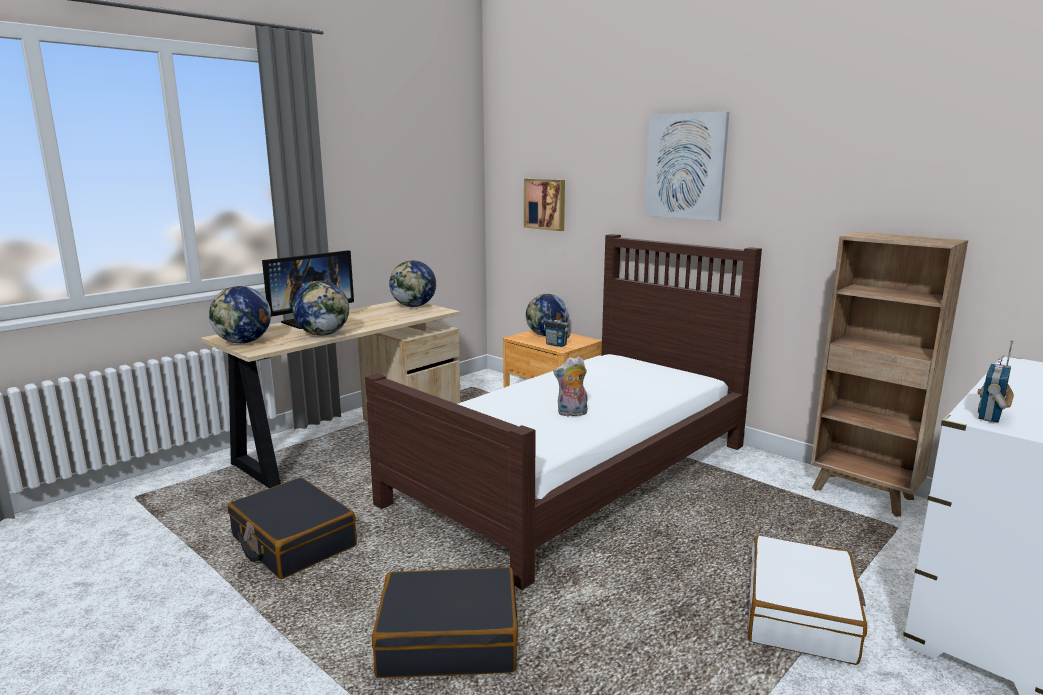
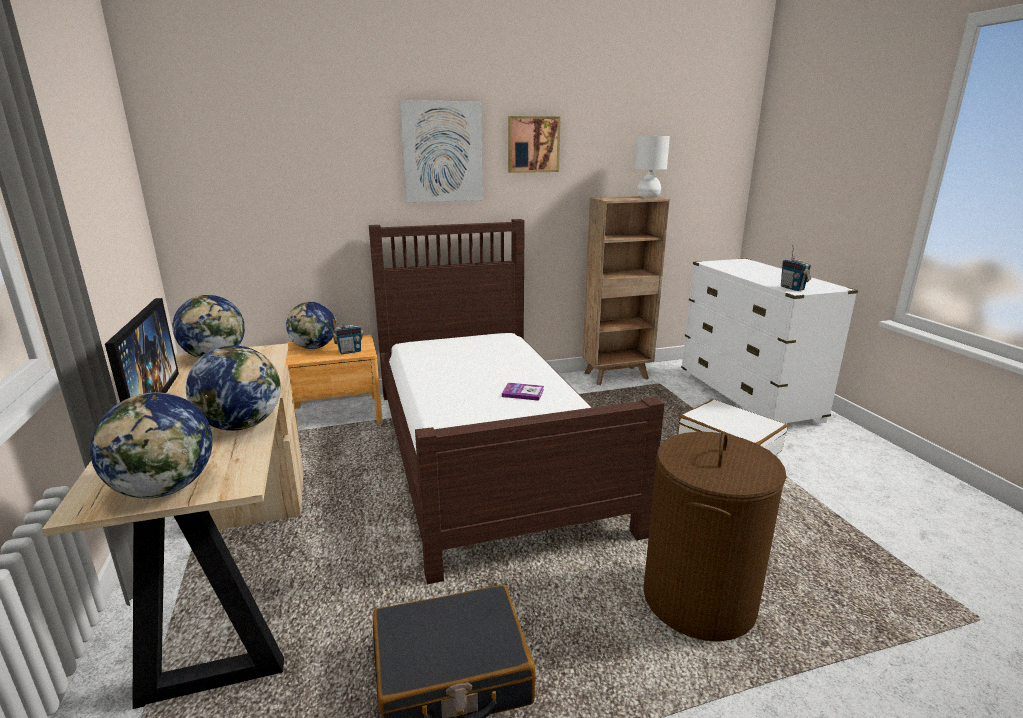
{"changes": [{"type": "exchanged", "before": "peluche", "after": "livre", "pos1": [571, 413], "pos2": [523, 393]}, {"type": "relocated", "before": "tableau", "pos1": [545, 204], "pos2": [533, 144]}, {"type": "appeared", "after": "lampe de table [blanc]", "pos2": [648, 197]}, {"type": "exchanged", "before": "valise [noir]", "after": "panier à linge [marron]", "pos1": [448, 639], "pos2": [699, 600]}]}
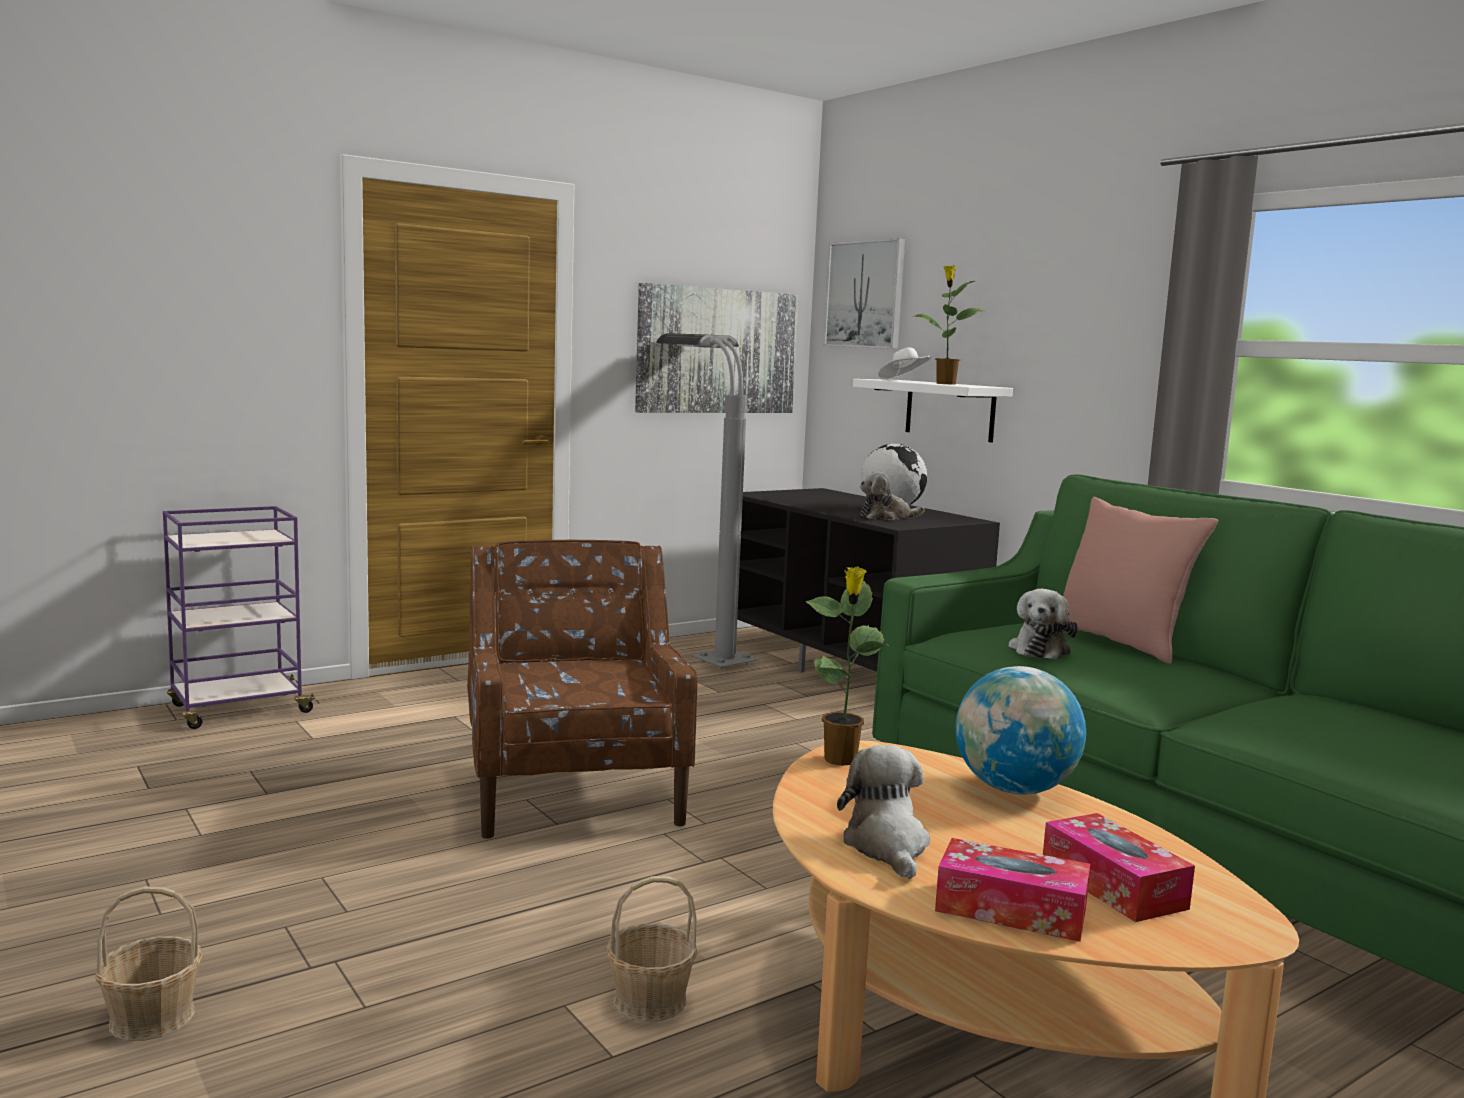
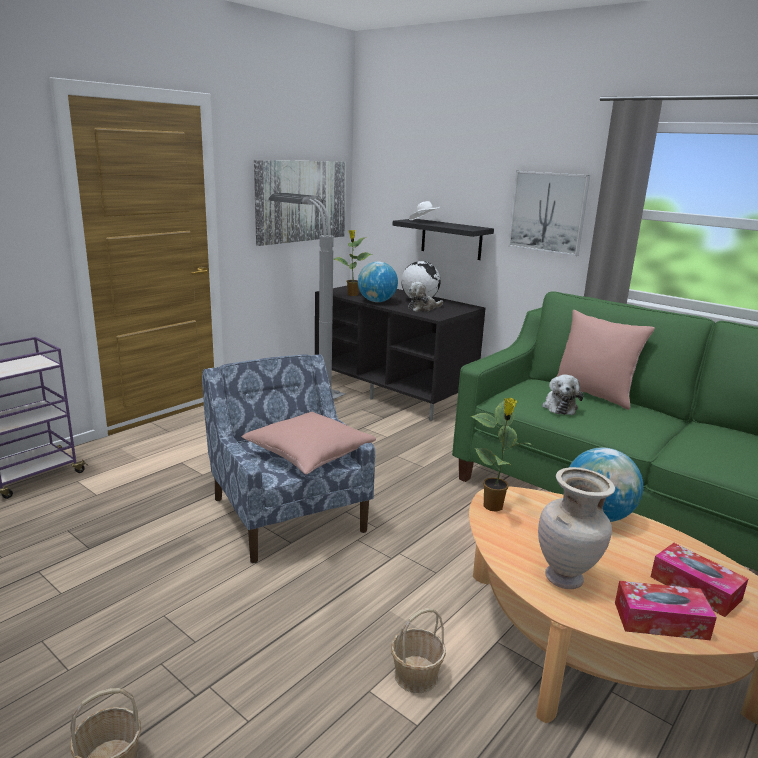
{"changes": [{"type": "colour", "before": "fauteuil [marron]", "after": "fauteuil [bleu]", "pos1": [574, 790], "pos2": [287, 513]}, {"type": "appeared", "after": "coussin [rose]", "pos2": [309, 454]}, {"type": "relocated", "before": "plante en pot", "pos1": [945, 384], "pos2": [352, 295]}, {"type": "appeared", "after": "globe", "pos2": [376, 301]}, {"type": "colour", "before": "étagère [blanc]", "after": "étagère [noir]", "pos1": [950, 410], "pos2": [451, 239]}, {"type": "relocated", "before": "tableau", "pos1": [865, 294], "pos2": [548, 212]}, {"type": "exchanged", "before": "peluche", "after": "vase [beige]", "pos1": [887, 847], "pos2": [565, 579]}]}
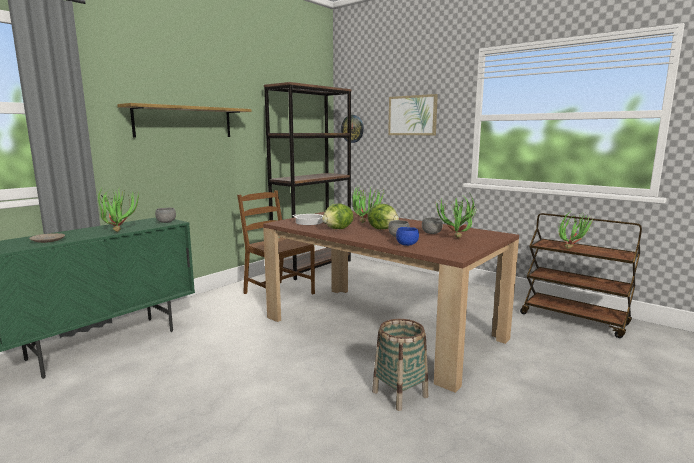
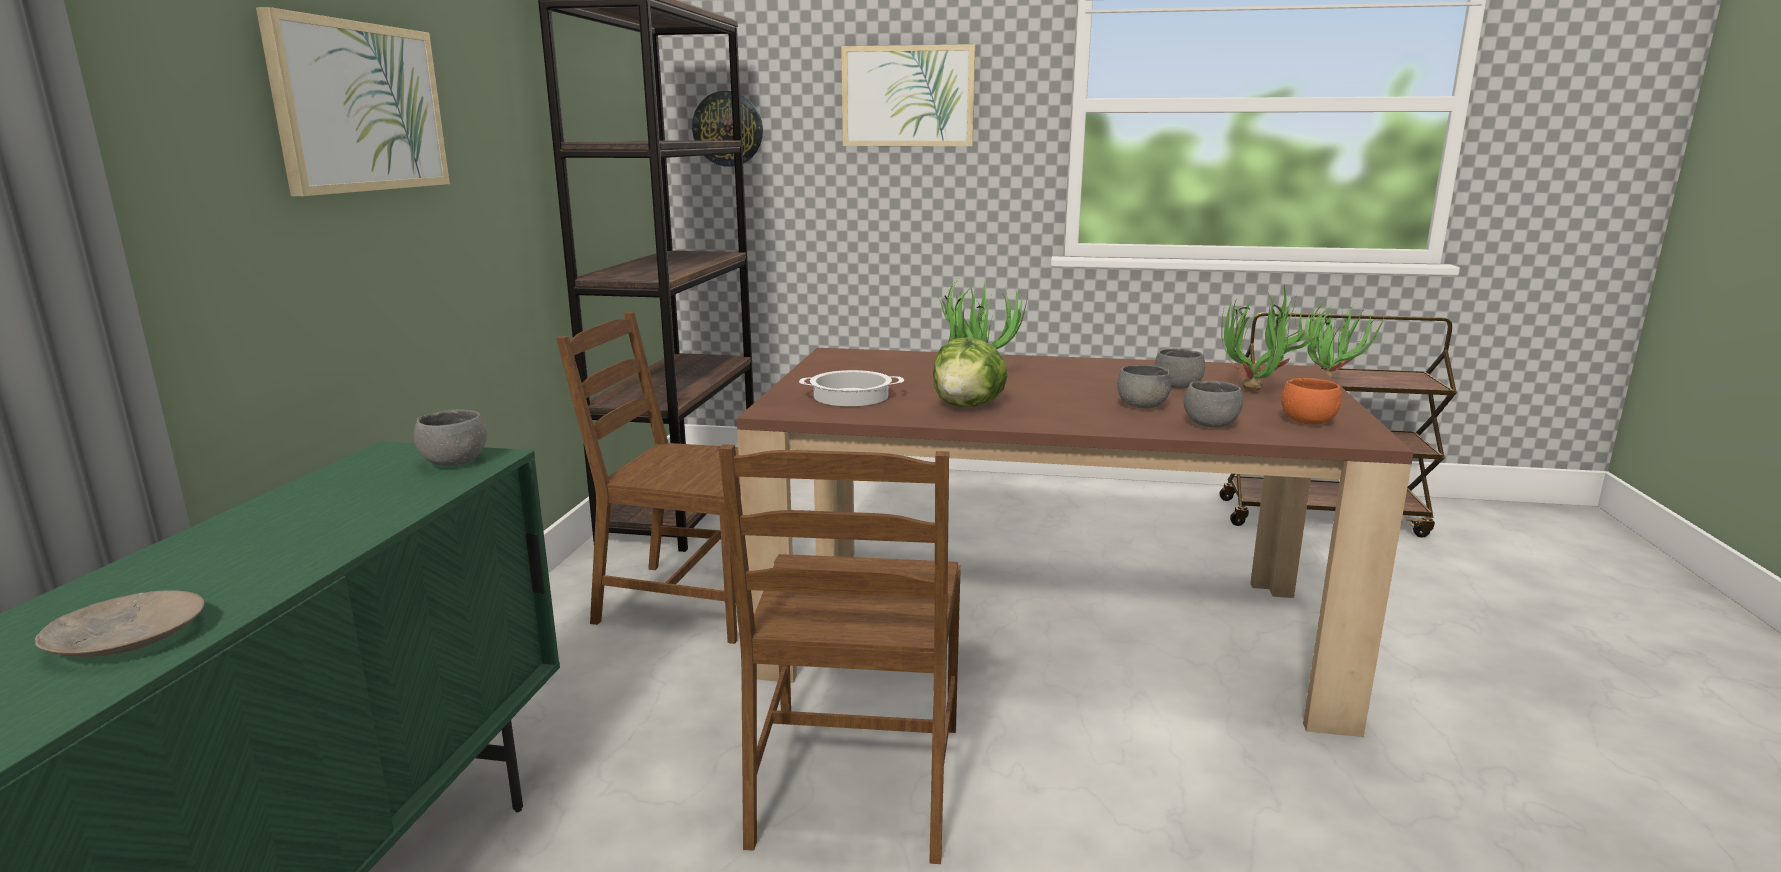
{"changes": [{"type": "exchanged", "before": "étagère", "after": "tableau", "pos1": [184, 122], "pos2": [359, 107]}, {"type": "appeared", "after": "chaise [marron]", "pos2": [857, 784]}, {"type": "colour", "before": "bol [bleu]", "after": "bol [gris]", "pos1": [407, 244], "pos2": [1210, 425]}, {"type": "appeared", "after": "bol [orange]", "pos2": [1307, 422]}, {"type": "missing", "before": "plante en pot", "pos1": [118, 230]}, {"type": "missing", "before": "laitue", "pos1": [383, 229]}, {"type": "missing", "before": "panier", "pos1": [399, 394]}]}
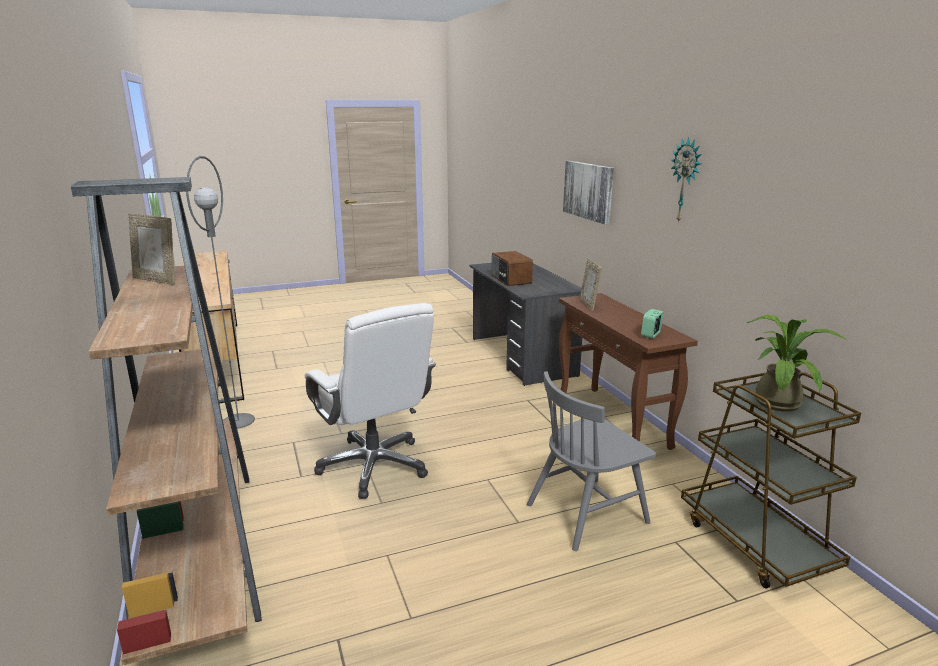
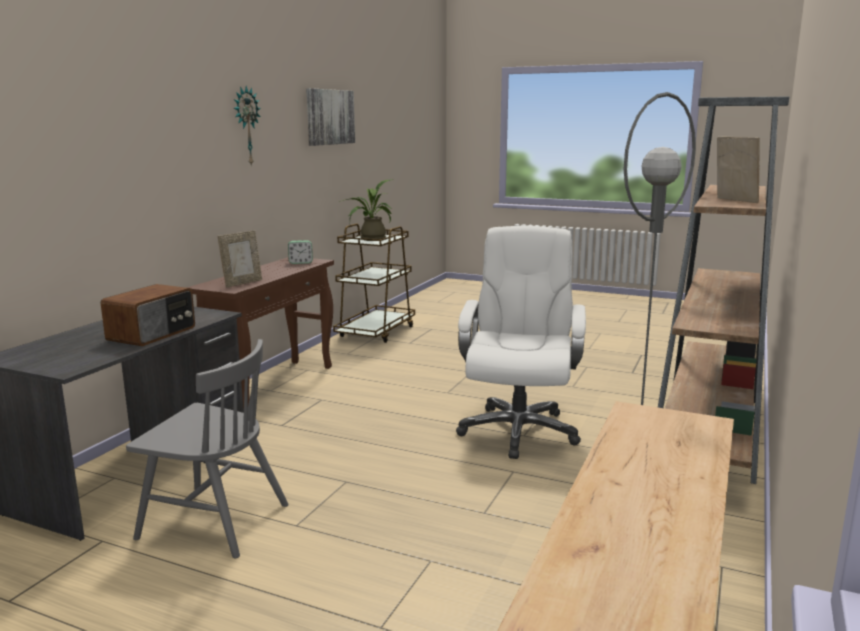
{"changes": [{"type": "relocated", "before": "chaise [gris]", "pos1": [587, 513], "pos2": [213, 521]}, {"type": "relocated", "before": "tableau", "pos1": [588, 191], "pos2": [329, 117]}]}
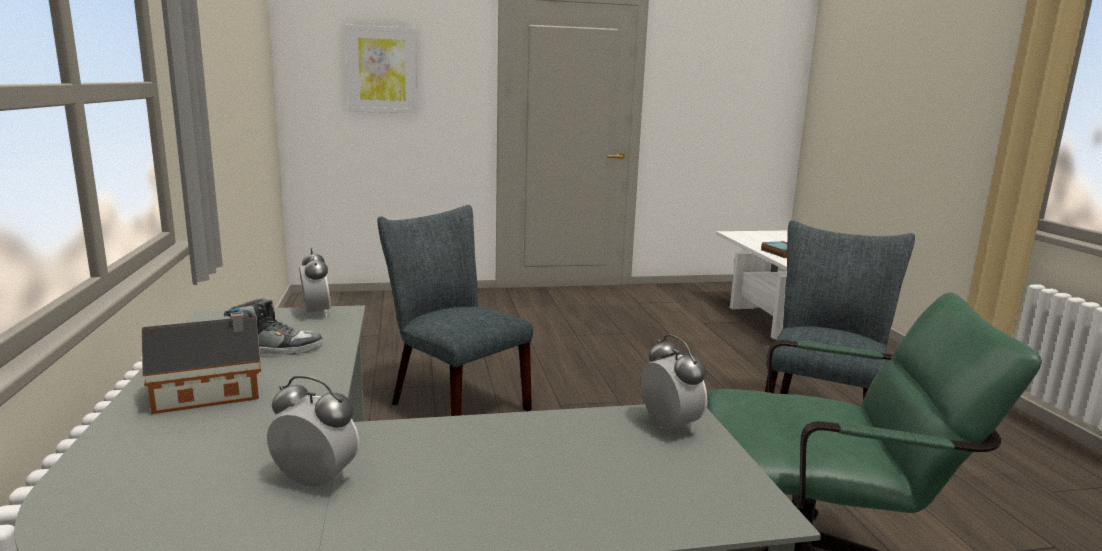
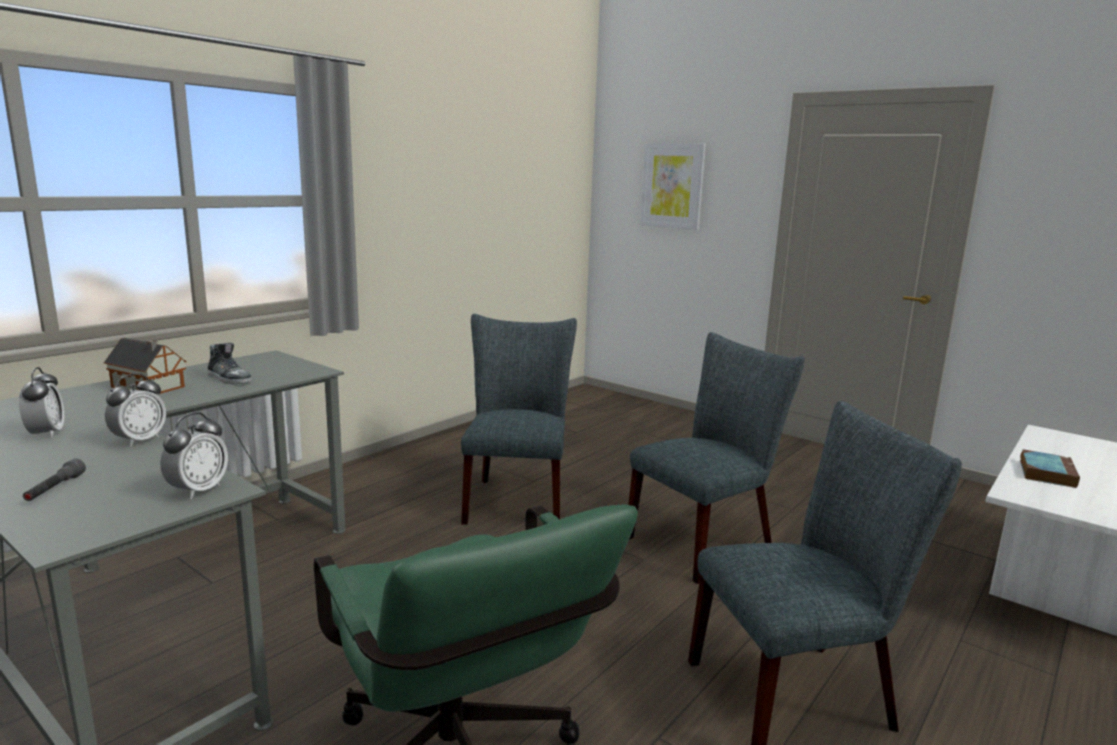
{"changes": [{"type": "appeared", "after": "lampe de poche [gris]", "pos2": [55, 489]}, {"type": "relocated", "before": "réveil", "pos1": [316, 313], "pos2": [139, 440]}, {"type": "appeared", "after": "chaise [gris]", "pos2": [706, 541]}]}
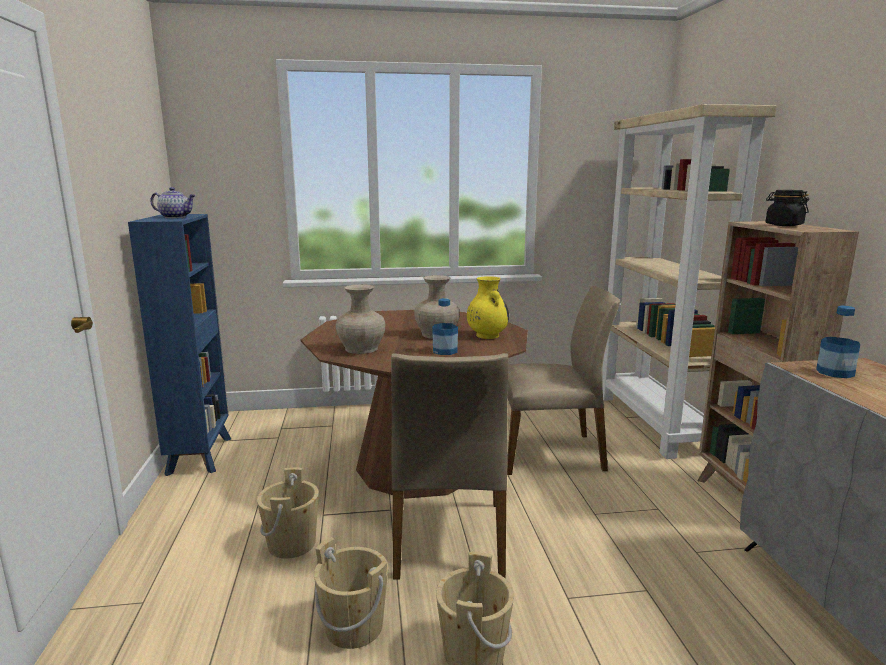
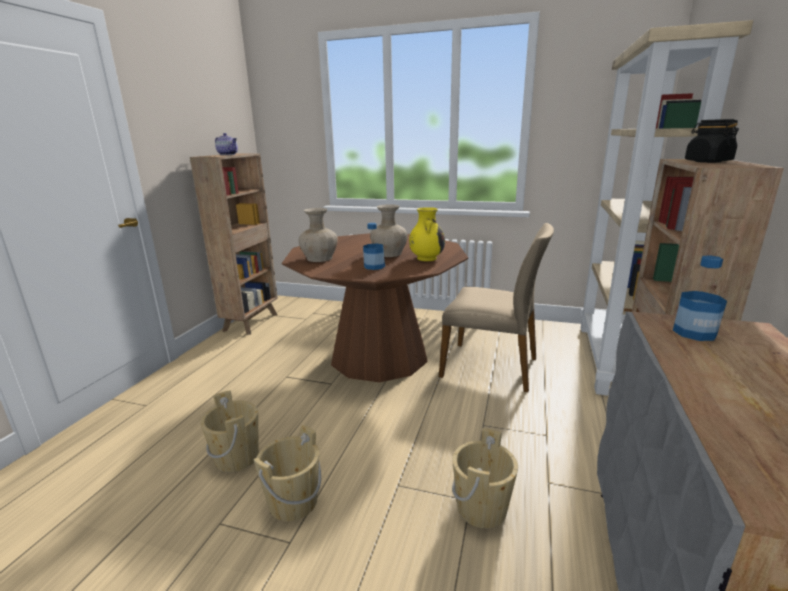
{"changes": [{"type": "colour", "before": "bibliothèque [bleu]", "after": "bibliothèque [marron]", "pos1": [200, 455], "pos2": [252, 322]}, {"type": "relocated", "before": "seau [beige]", "pos1": [291, 544], "pos2": [481, 508]}, {"type": "missing", "before": "chaise [beige]", "pos1": [448, 539]}]}
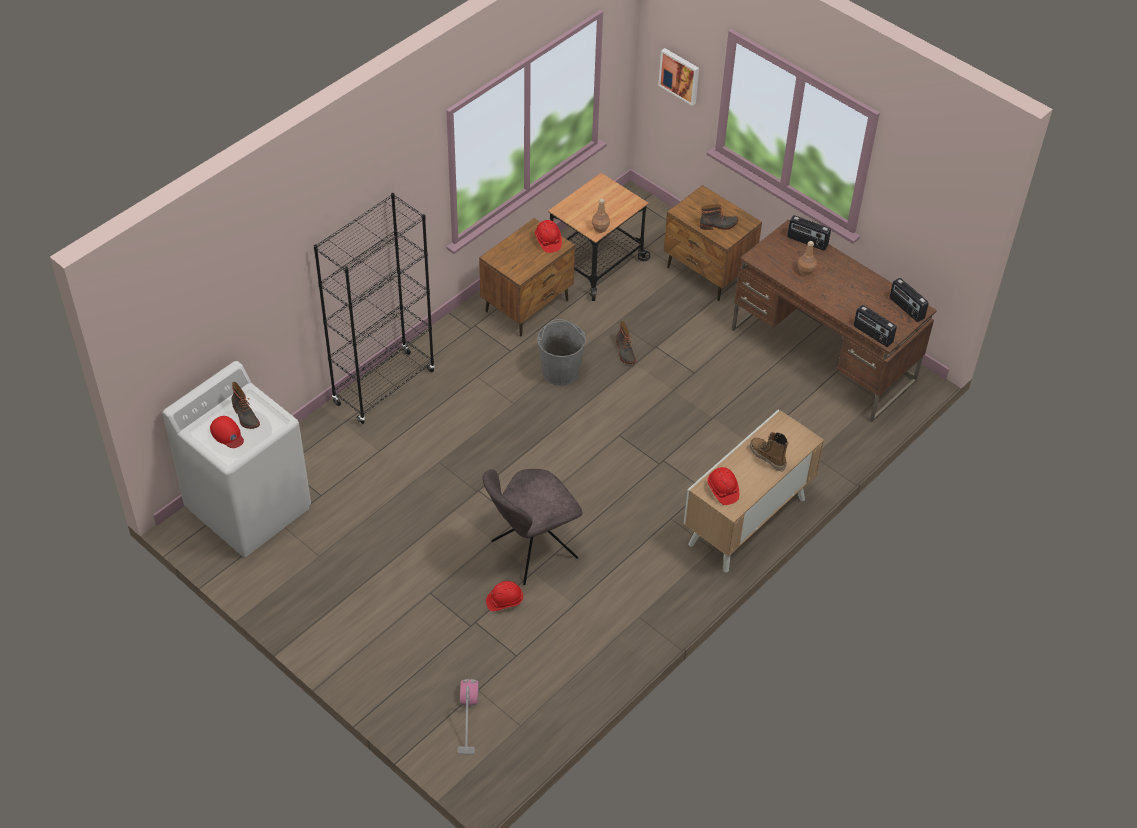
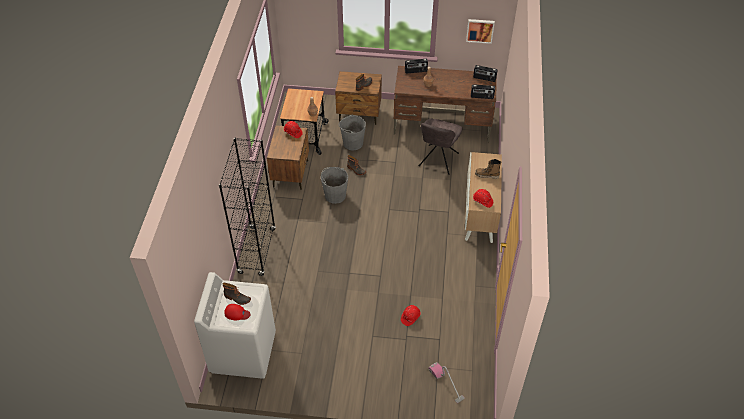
{"changes": [{"type": "appeared", "after": "seau [gris]", "pos2": [353, 143]}, {"type": "relocated", "before": "chaise [gris]", "pos1": [531, 551], "pos2": [438, 161]}, {"type": "relocated", "before": "tableau", "pos1": [680, 75], "pos2": [480, 30]}]}
